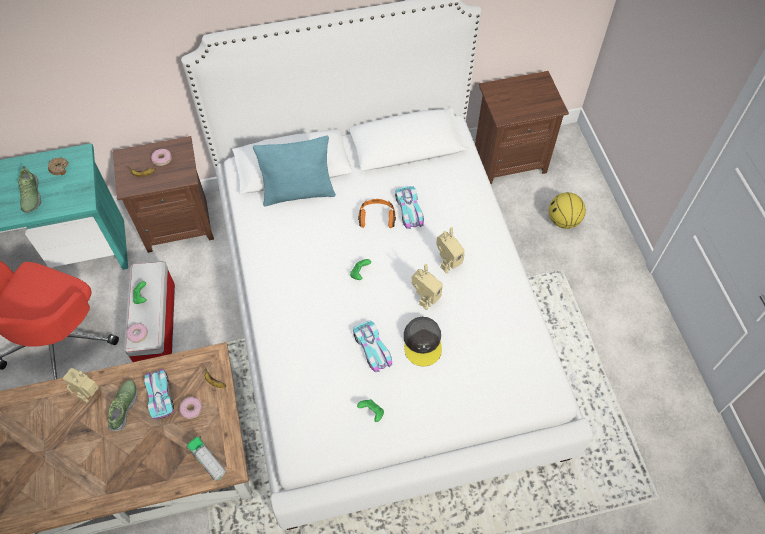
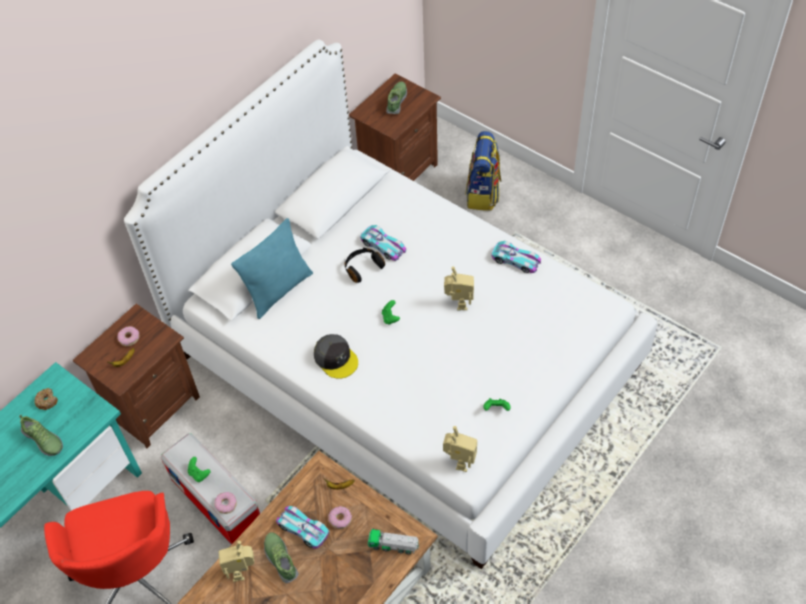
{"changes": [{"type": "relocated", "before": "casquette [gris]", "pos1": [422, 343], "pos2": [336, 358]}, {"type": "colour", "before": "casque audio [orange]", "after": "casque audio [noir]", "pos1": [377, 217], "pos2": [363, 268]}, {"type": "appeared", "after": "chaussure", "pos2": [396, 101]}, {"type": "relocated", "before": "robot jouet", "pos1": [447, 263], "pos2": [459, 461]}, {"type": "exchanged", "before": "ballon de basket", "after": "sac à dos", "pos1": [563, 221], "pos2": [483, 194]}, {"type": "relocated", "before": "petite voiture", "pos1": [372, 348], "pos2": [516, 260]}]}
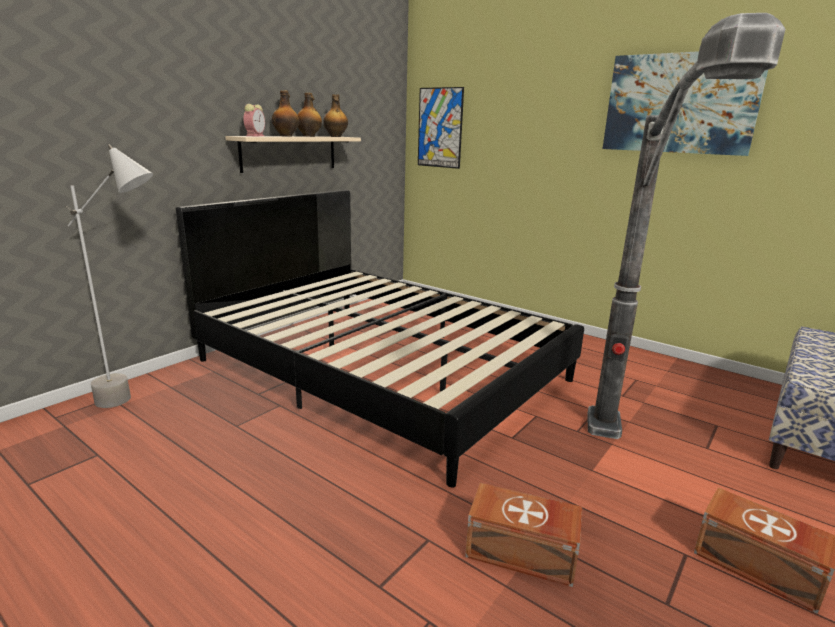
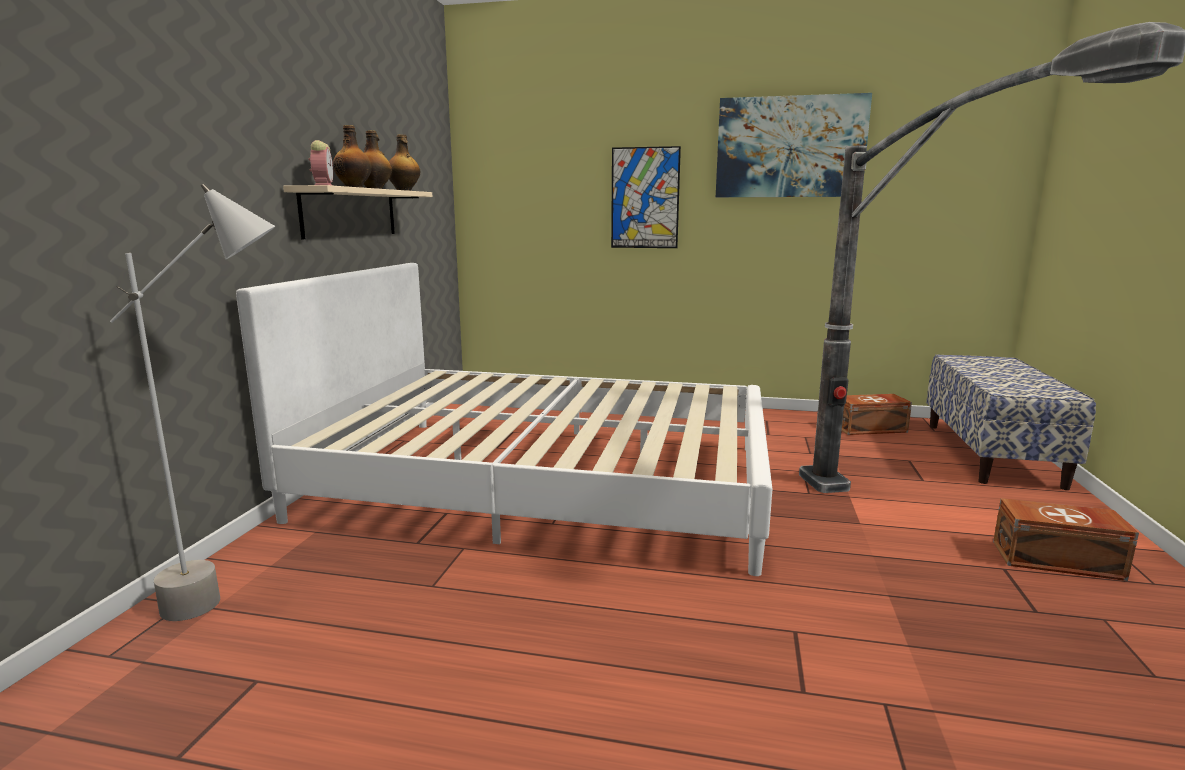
{"changes": [{"type": "colour", "before": "lit [noir]", "after": "lit [blanc]", "pos1": [382, 369], "pos2": [545, 480]}, {"type": "relocated", "before": "tableau", "pos1": [440, 128], "pos2": [645, 198]}, {"type": "relocated", "before": "boîte de rangement [marron]", "pos1": [522, 553], "pos2": [871, 429]}]}
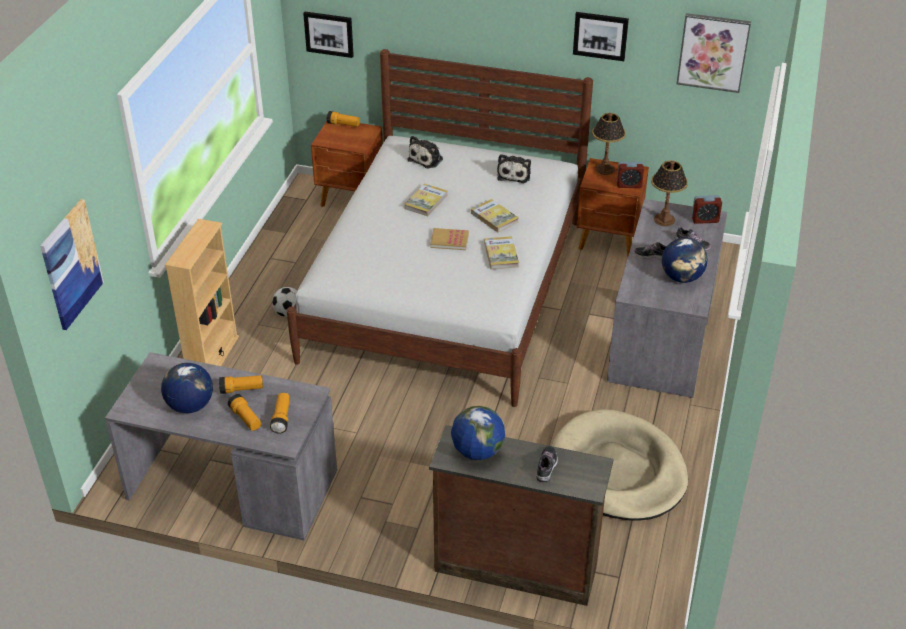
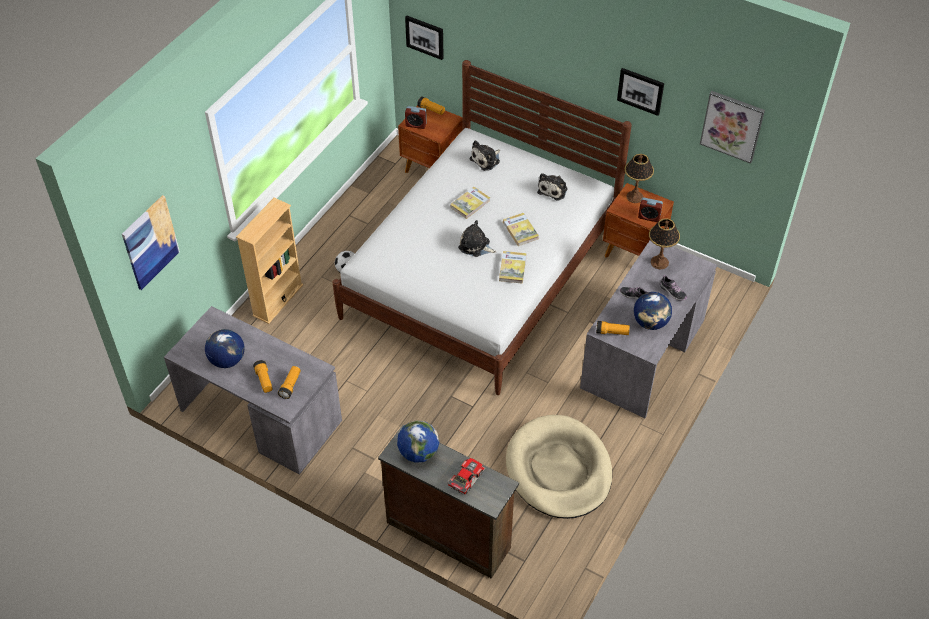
{"changes": [{"type": "relocated", "before": "réveil", "pos1": [705, 220], "pos2": [416, 125]}, {"type": "exchanged", "before": "chaussure", "after": "petite voiture", "pos1": [546, 466], "pos2": [465, 478]}, {"type": "exchanged", "before": "livre", "after": "peluche", "pos1": [449, 240], "pos2": [475, 246]}, {"type": "relocated", "before": "lampe de poche", "pos1": [241, 389], "pos2": [612, 332]}]}
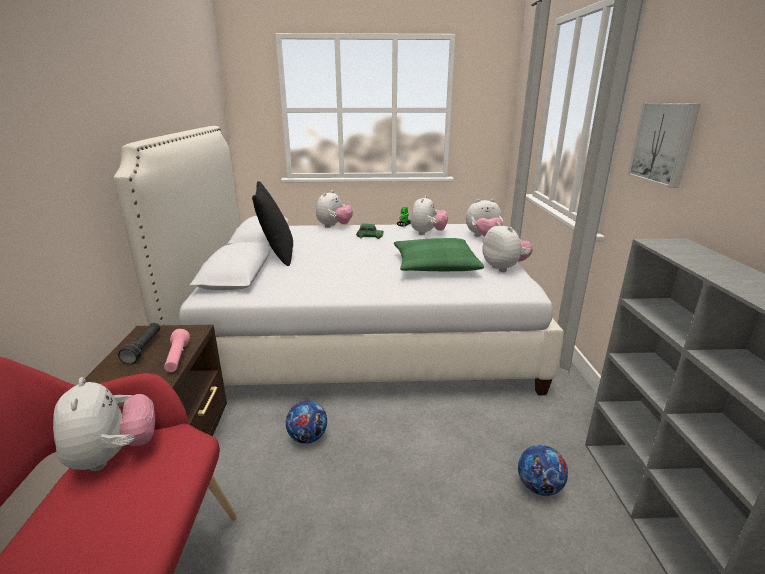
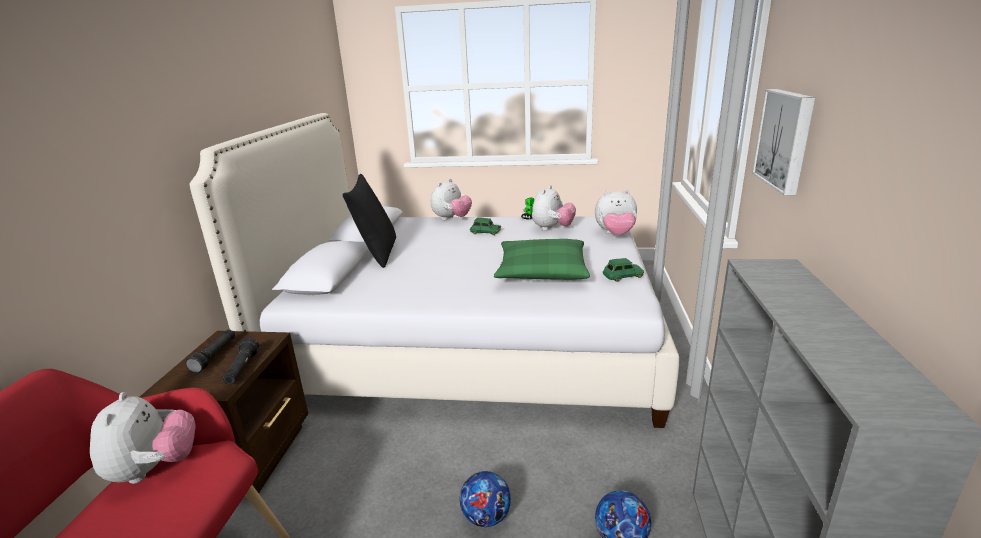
{"changes": [{"type": "colour", "before": "lampe de poche [rose]", "after": "lampe de poche [noir]", "pos1": [177, 358], "pos2": [242, 369]}, {"type": "relocated", "before": "ballon de foot", "pos1": [308, 437], "pos2": [486, 517]}, {"type": "exchanged", "before": "peluche", "after": "petite voiture [vert]", "pos1": [504, 268], "pos2": [622, 276]}]}
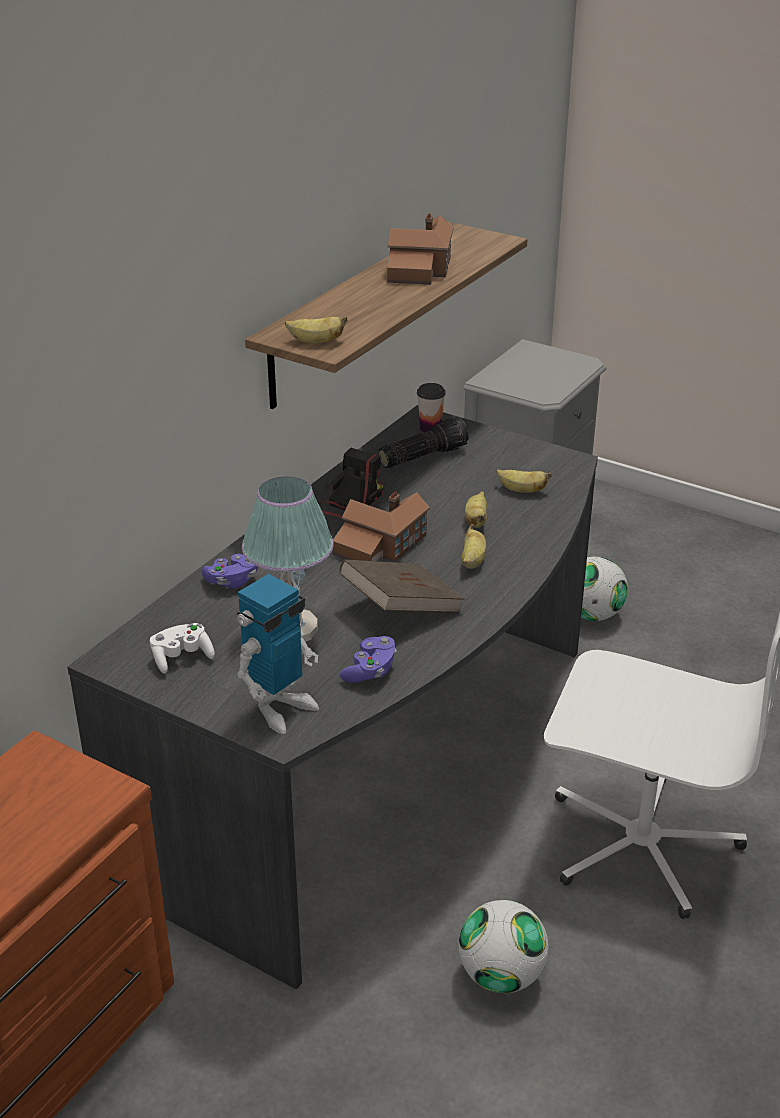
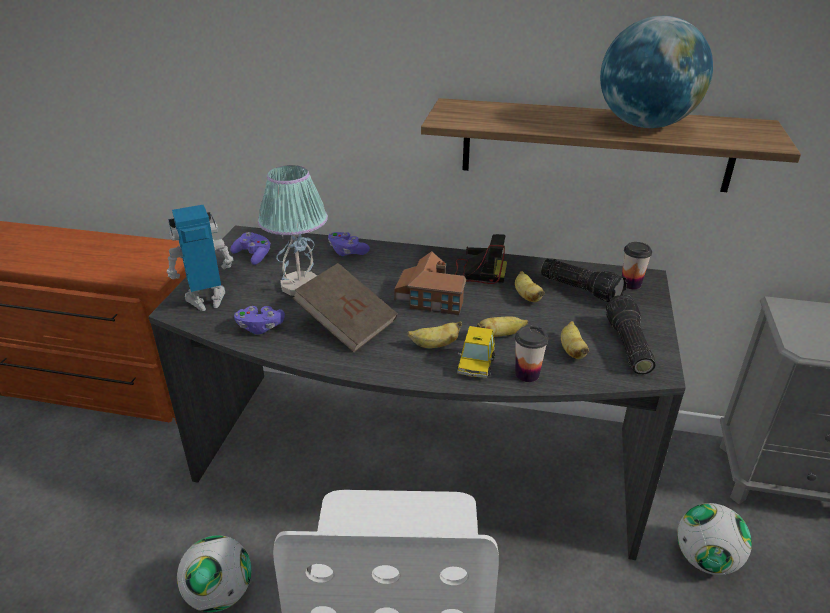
{"changes": [{"type": "spun", "before": "robot jouet", "pos1": [280, 708], "pos2": [207, 301], "turn": 135}, {"type": "colour", "before": "manette [blanc]", "after": "manette [violet]", "pos1": [182, 658], "pos2": [253, 255]}, {"type": "appeared", "after": "petite voiture", "pos2": [476, 365]}, {"type": "relocated", "before": "banane", "pos1": [315, 342], "pos2": [526, 296]}, {"type": "appeared", "after": "tasse", "pos2": [527, 374]}, {"type": "exchanged", "before": "maison miniature", "after": "globe", "pos1": [420, 269], "pos2": [645, 125]}, {"type": "appeared", "after": "lampe de poche", "pos2": [626, 345]}]}
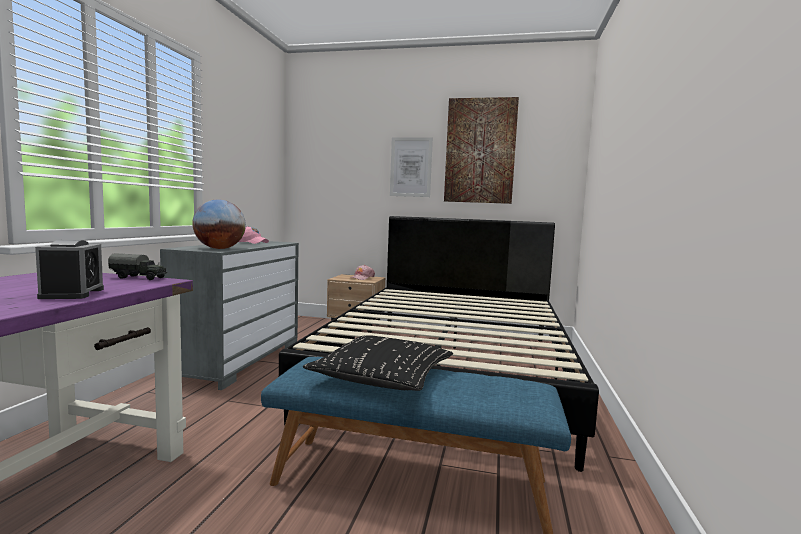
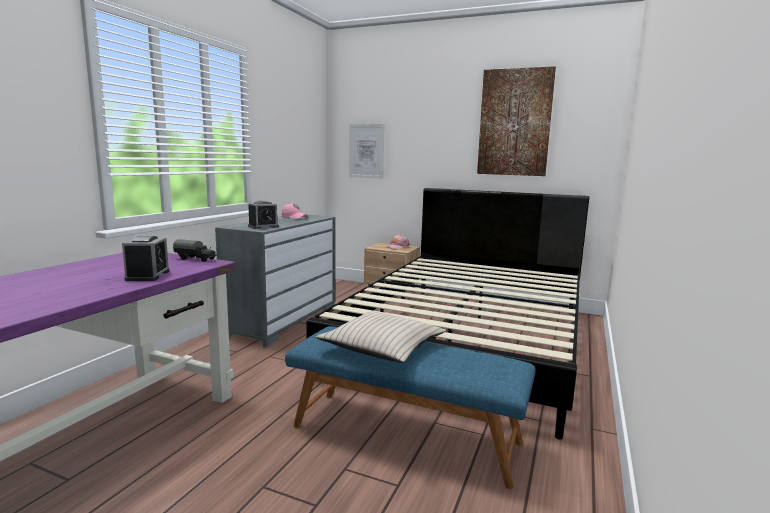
{"changes": [{"type": "exchanged", "before": "globe", "after": "réveil", "pos1": [219, 248], "pos2": [263, 227]}, {"type": "colour", "before": "coussin [noir]", "after": "coussin [beige]", "pos1": [382, 376], "pos2": [382, 347]}, {"type": "relocated", "before": "tableau", "pos1": [411, 167], "pos2": [366, 151]}]}
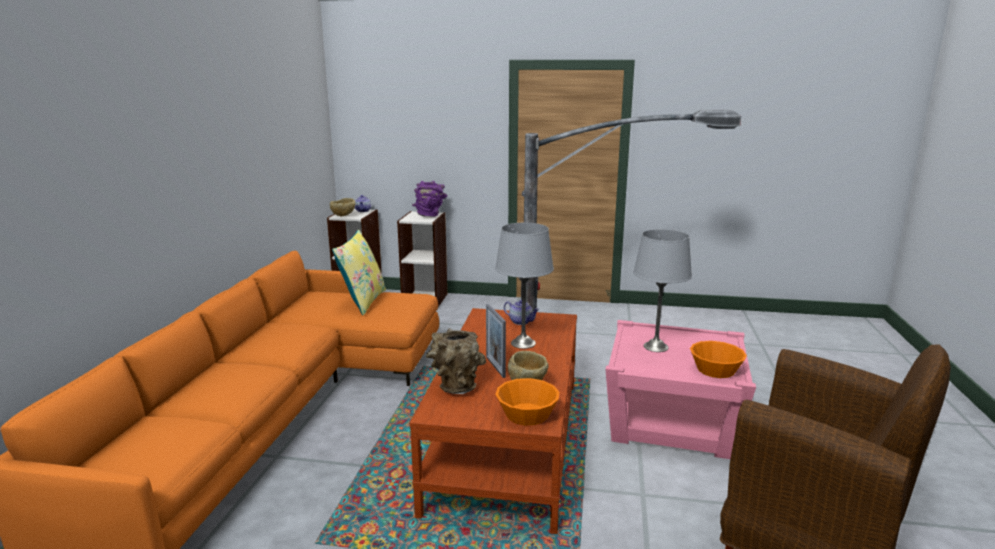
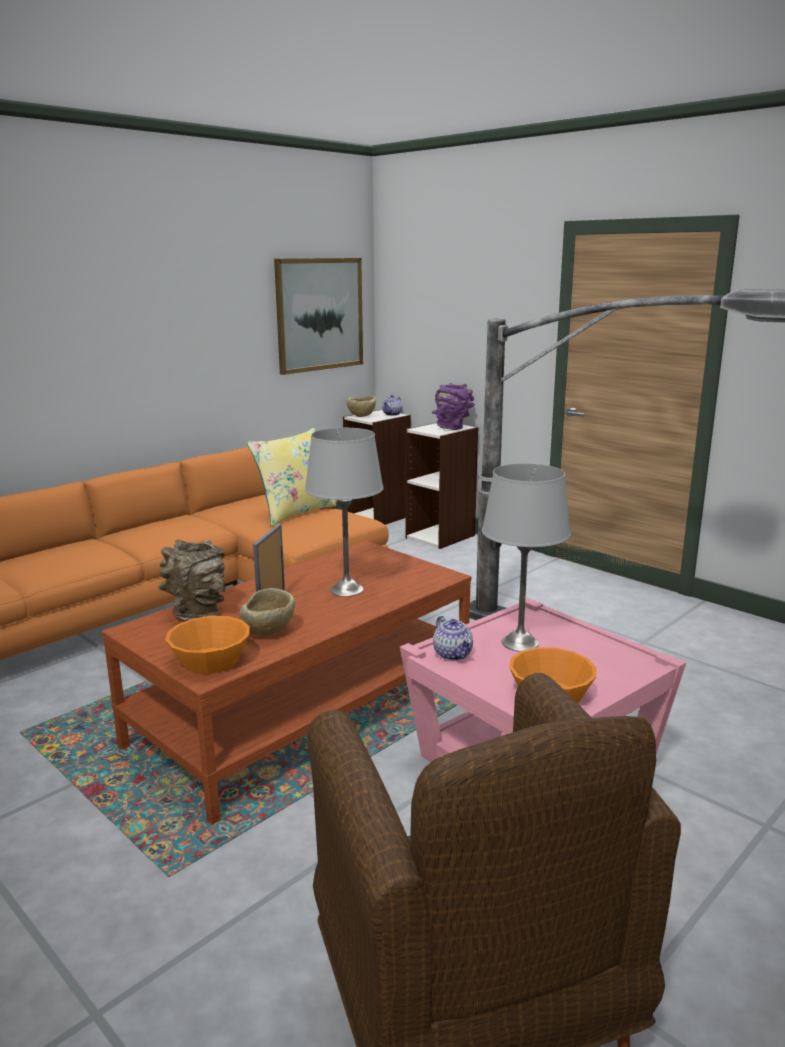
{"changes": [{"type": "appeared", "after": "tableau", "pos2": [319, 314]}, {"type": "relocated", "before": "théière", "pos1": [521, 321], "pos2": [453, 654]}]}
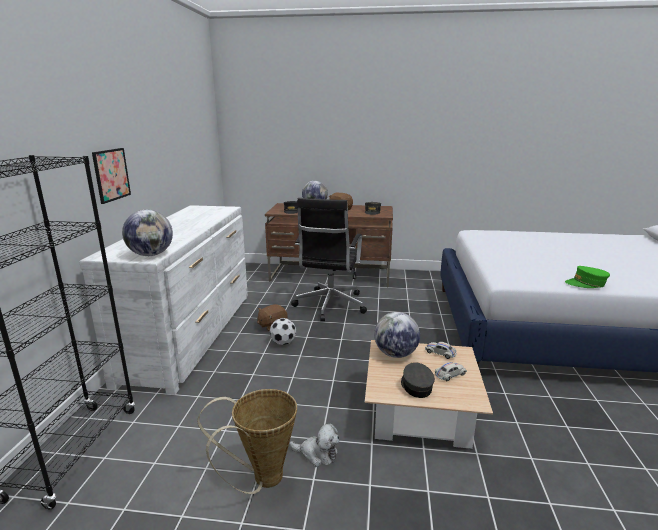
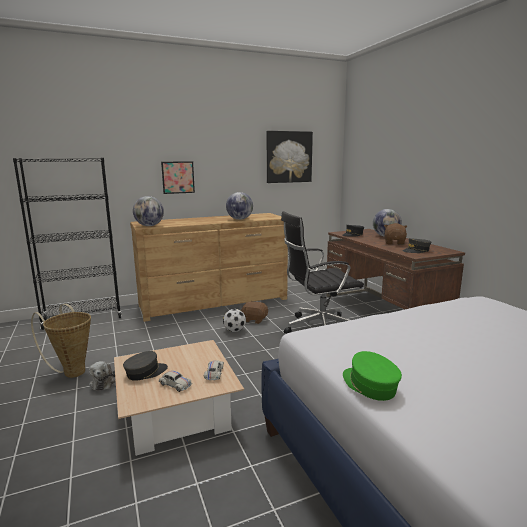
{"changes": [{"type": "colour", "before": "commode [blanc]", "after": "commode [marron]", "pos1": [191, 334], "pos2": [215, 302]}, {"type": "relocated", "before": "globe", "pos1": [395, 354], "pos2": [239, 219]}, {"type": "appeared", "after": "tableau", "pos2": [288, 157]}]}
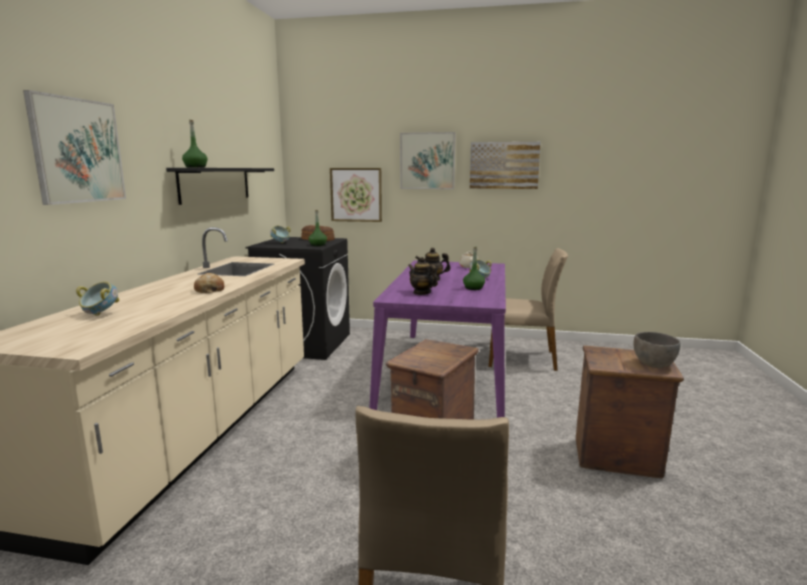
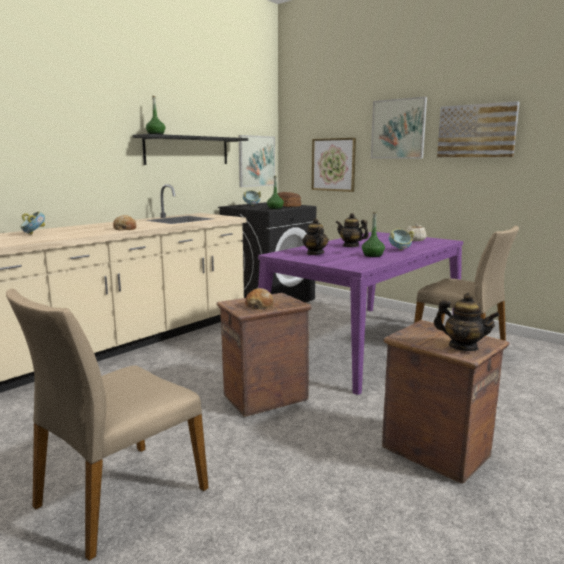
{"changes": [{"type": "relocated", "before": "tableau", "pos1": [78, 151], "pos2": [256, 161]}, {"type": "appeared", "after": "pain", "pos2": [259, 305]}, {"type": "exchanged", "before": "bol [gris]", "after": "théière", "pos1": [653, 364], "pos2": [463, 347]}]}
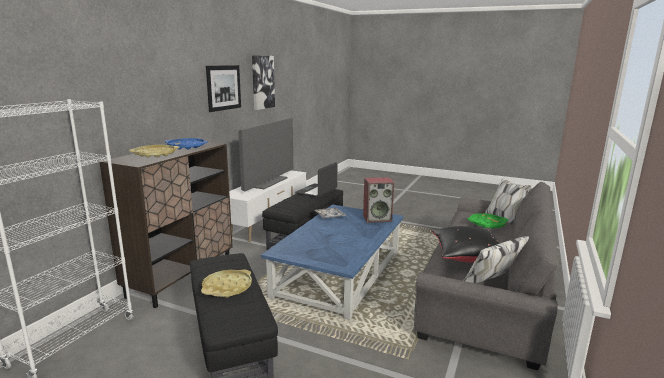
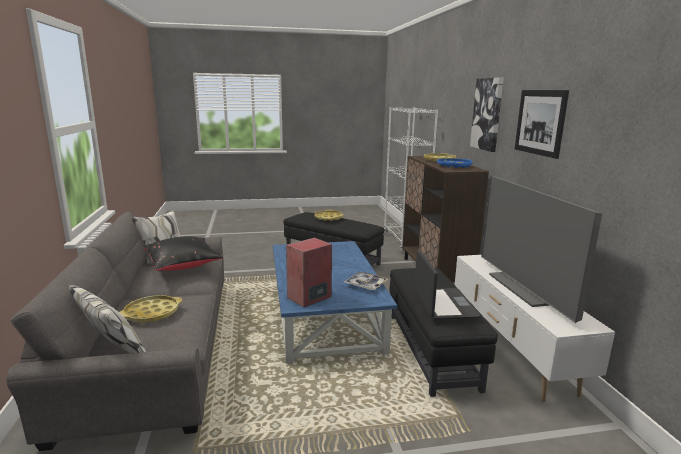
{"changes": [{"type": "colour", "before": "plateau [vert]", "after": "plateau [jaune]", "pos1": [487, 224], "pos2": [152, 313]}, {"type": "relocated", "before": "tableau", "pos1": [262, 82], "pos2": [487, 114]}]}
